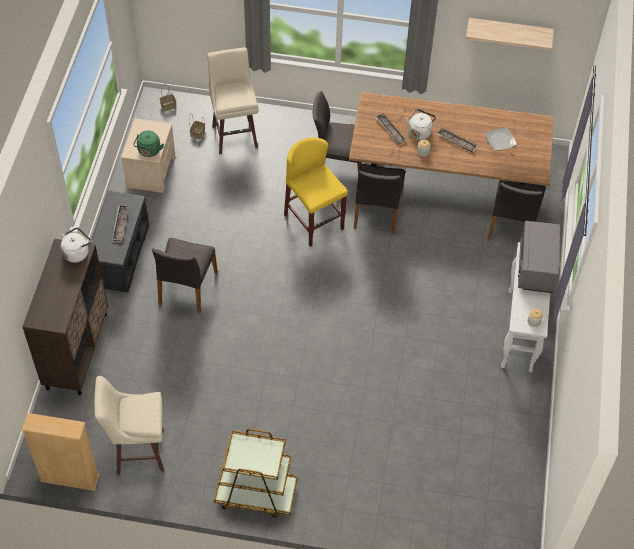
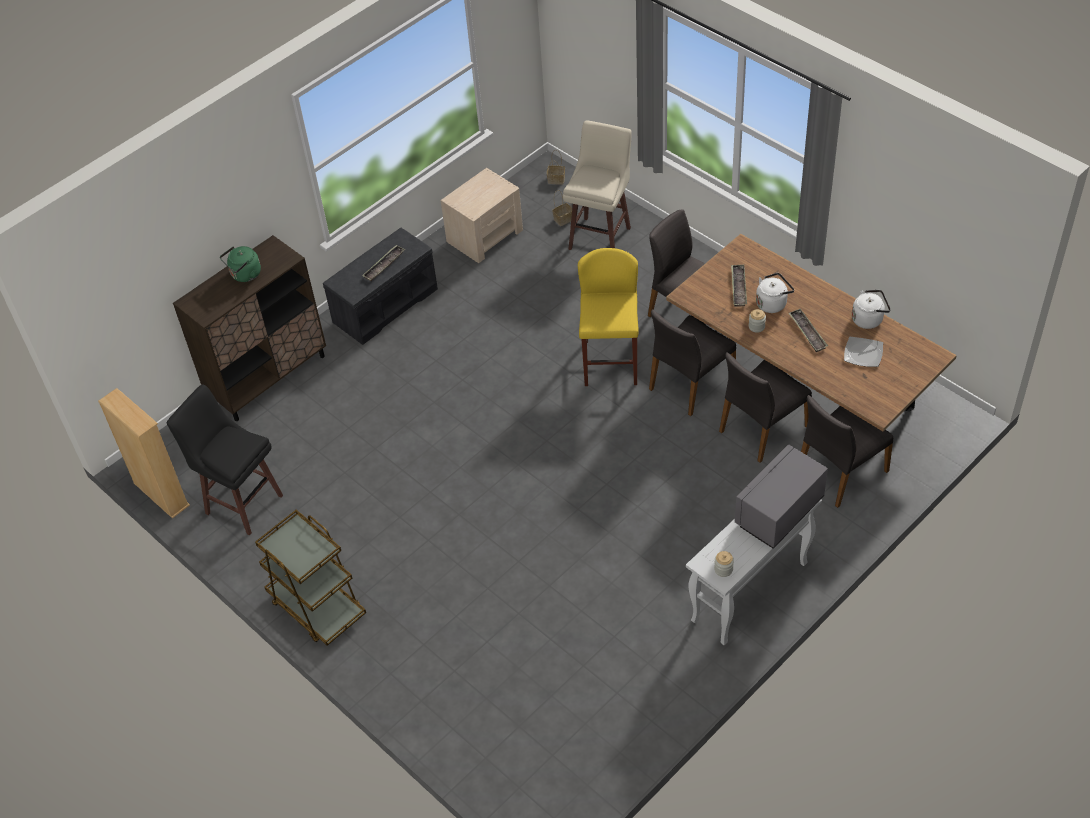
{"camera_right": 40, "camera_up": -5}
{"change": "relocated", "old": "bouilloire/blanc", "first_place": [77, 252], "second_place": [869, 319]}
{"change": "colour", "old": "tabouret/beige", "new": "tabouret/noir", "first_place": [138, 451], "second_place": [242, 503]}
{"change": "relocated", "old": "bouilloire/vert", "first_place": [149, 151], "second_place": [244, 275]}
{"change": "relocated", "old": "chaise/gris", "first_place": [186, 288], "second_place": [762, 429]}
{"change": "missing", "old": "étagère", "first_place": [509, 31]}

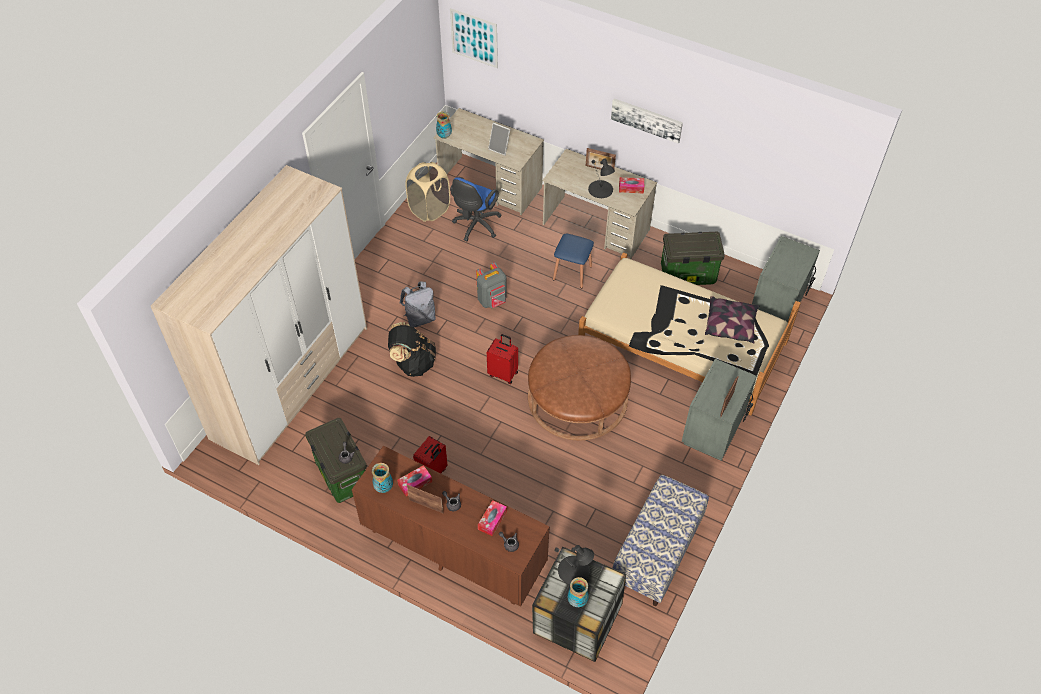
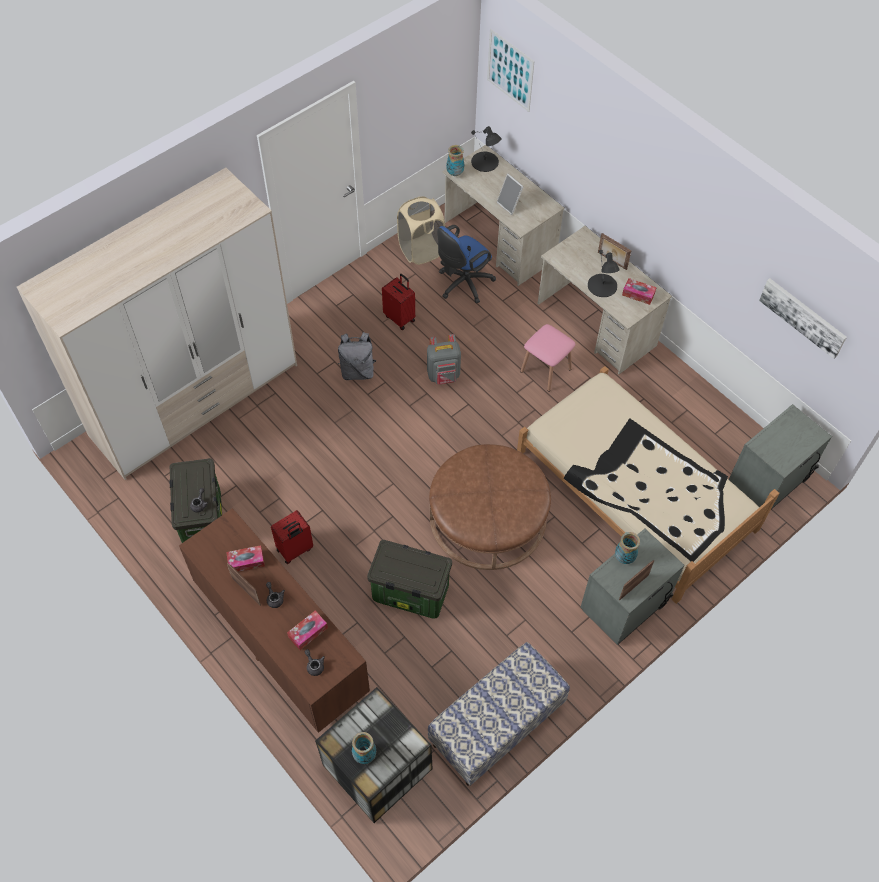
{"camera_right": 20, "camera_up": 5}
{"change": "relocated", "old": "vase", "first_place": [383, 488], "second_place": [624, 558]}
{"change": "missing", "old": "sac à dos/noir", "first_place": [413, 363]}
{"change": "relocated", "old": "valise/rouge", "first_place": [503, 373], "second_place": [400, 318]}
{"change": "colour", "old": "tabouret/bleu", "new": "tabouret/rose", "first_place": [572, 273], "second_place": [545, 370]}
{"change": "relocated", "old": "lampe de table/noir", "first_place": [574, 571], "second_place": [485, 162]}
{"change": "relocated", "old": "tableau", "first_place": [646, 119], "second_place": [803, 317]}
{"change": "relocated", "old": "boîte de rangement", "first_place": [687, 275], "second_place": [409, 594]}
{"change": "missing", "old": "coussin", "first_place": [730, 325]}

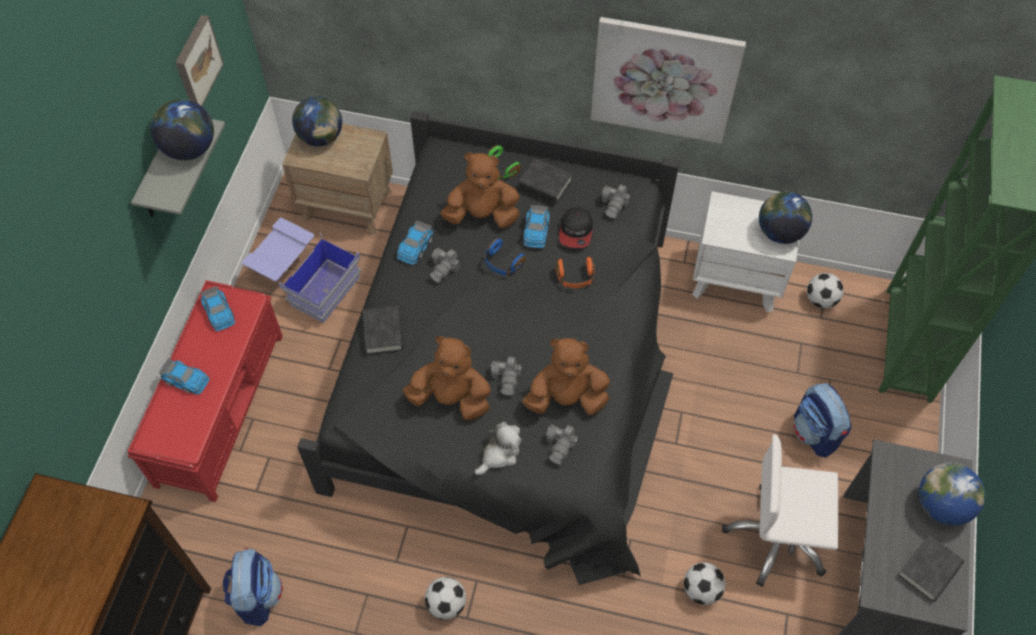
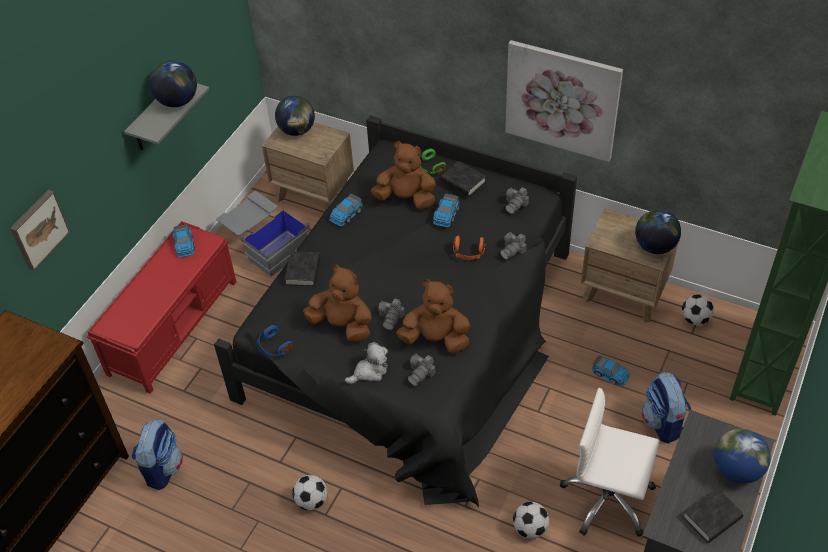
{"camera_right": 15, "camera_up": -10}
{"change": "relocated", "old": "petite voiture", "first_place": [186, 380], "second_place": [610, 374]}
{"change": "relocated", "old": "tableau", "first_place": [196, 62], "second_place": [38, 229]}
{"change": "colour", "old": "boîte de rangement/bleu", "new": "boîte de rangement/gris", "first_place": [306, 281], "second_place": [266, 244]}
{"change": "relocated", "old": "appareil photo", "first_place": [444, 269], "second_place": [513, 250]}
{"change": "relocated", "old": "casque audio/bleu", "first_place": [502, 263], "second_place": [273, 347]}
{"change": "missing", "old": "casquette", "first_place": [576, 231]}
{"change": "colour", "old": "table de chevet/blanc", "new": "table de chevet/marron", "first_place": [736, 279], "second_place": [624, 293]}

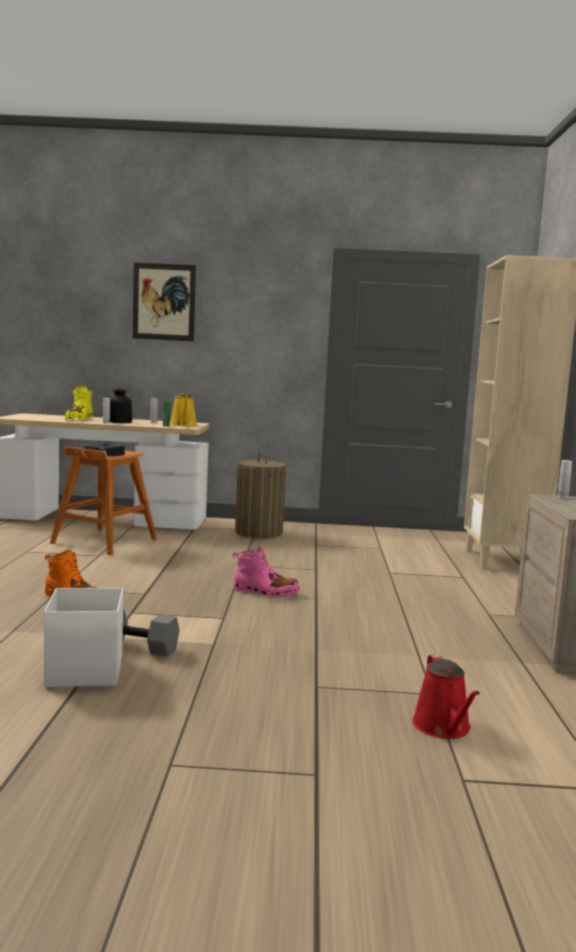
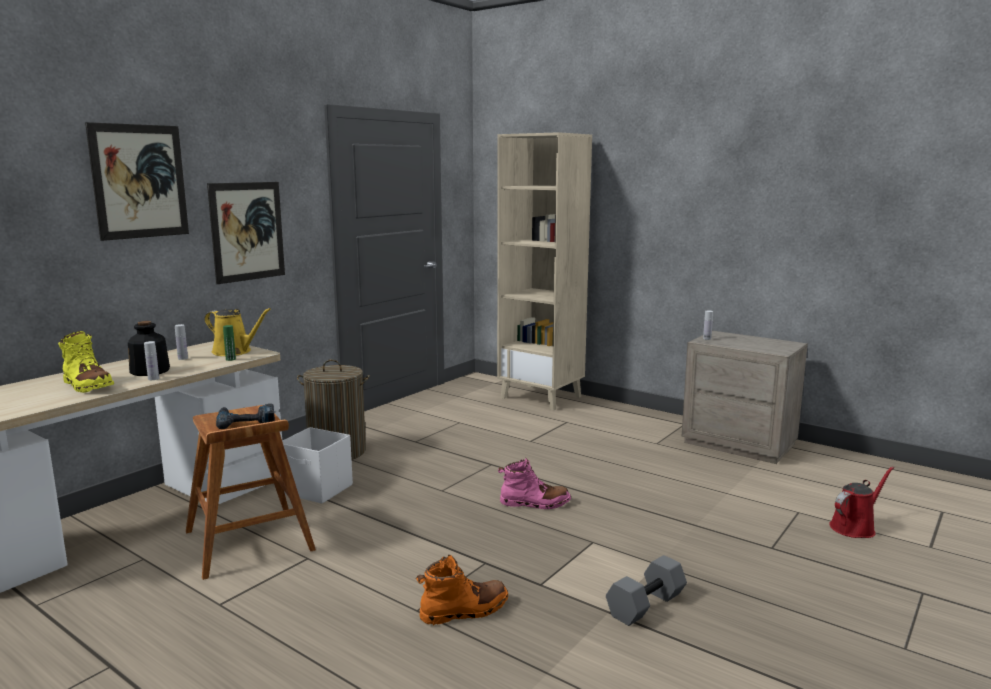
{"camera_right": -55, "camera_up": 5}
{"change": "relocated", "old": "boîte de rangement/blanc", "first_place": [84, 672], "second_place": [317, 489]}
{"change": "spun", "old": "botte/rose", "first_place": [265, 591], "second_place": [534, 503], "degrees": 45}
{"change": "spun", "old": "arrosoir/rouge", "first_place": [443, 728], "second_place": [855, 527], "degrees": -60}
{"change": "appeared", "new": "tableau", "second_place": [247, 231]}

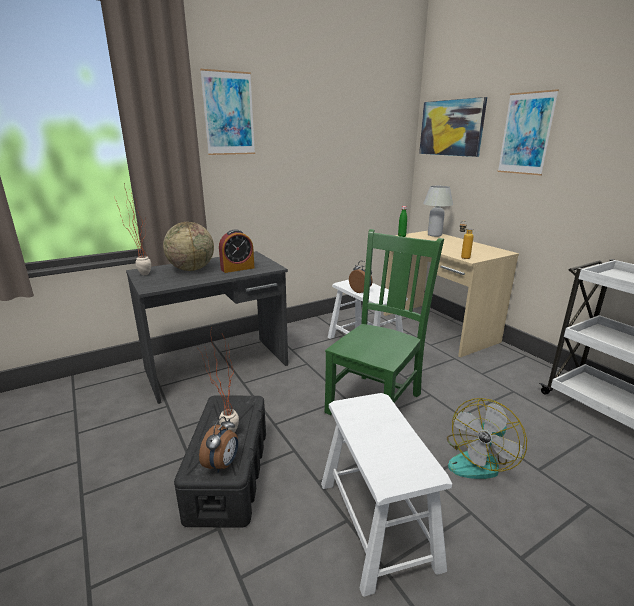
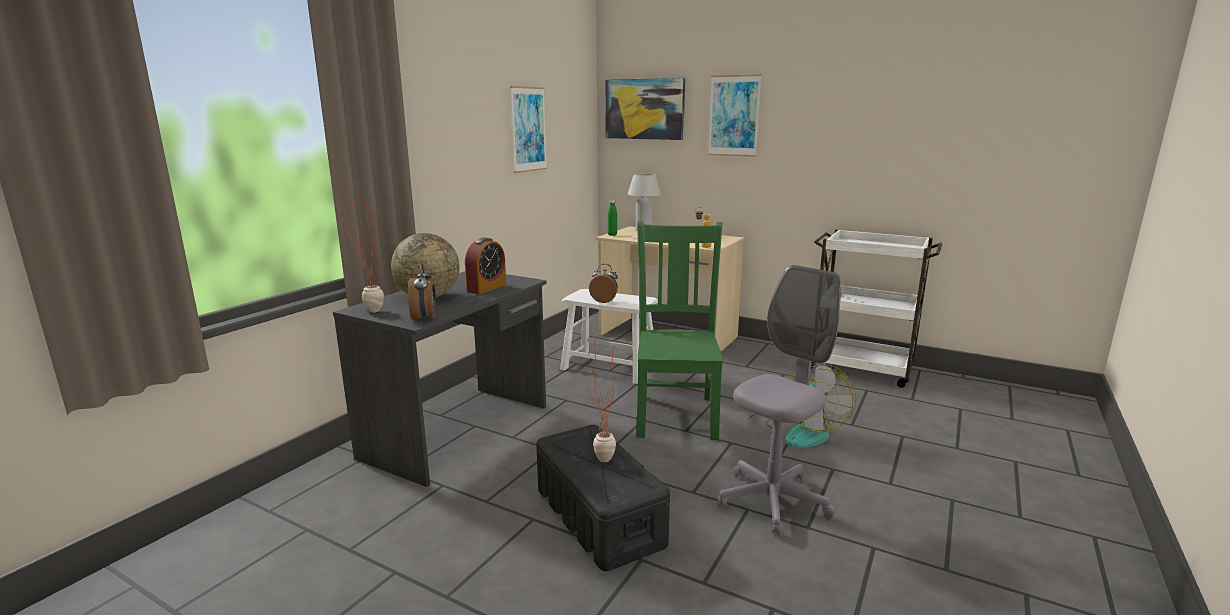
{"camera_right": -30, "camera_up": -5}
{"change": "relocated", "old": "réveil", "first_place": [222, 464], "second_place": [424, 318]}
{"change": "relocated", "old": "tableau", "first_place": [229, 114], "second_place": [528, 129]}
{"change": "exchanged", "old": "tabouret/blanc", "new": "chaise de bureau/gris", "first_place": [377, 522], "second_place": [773, 501]}

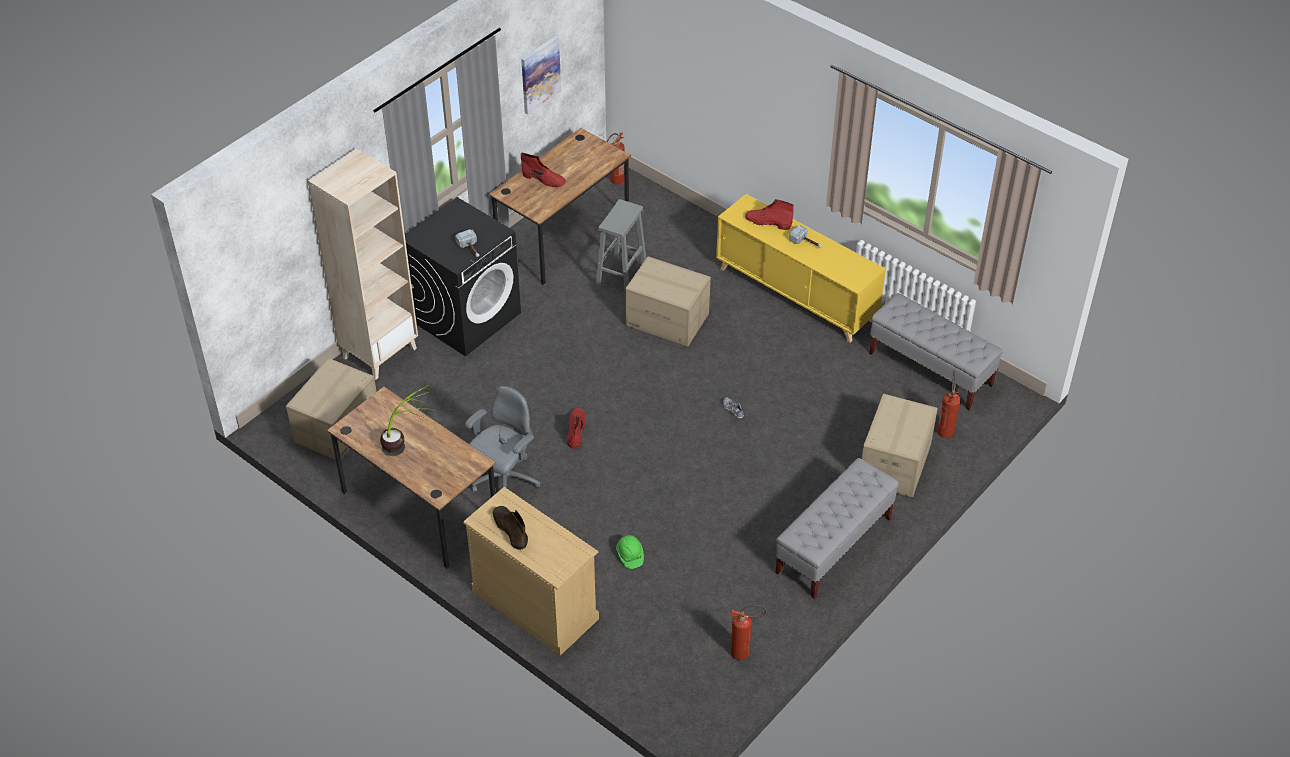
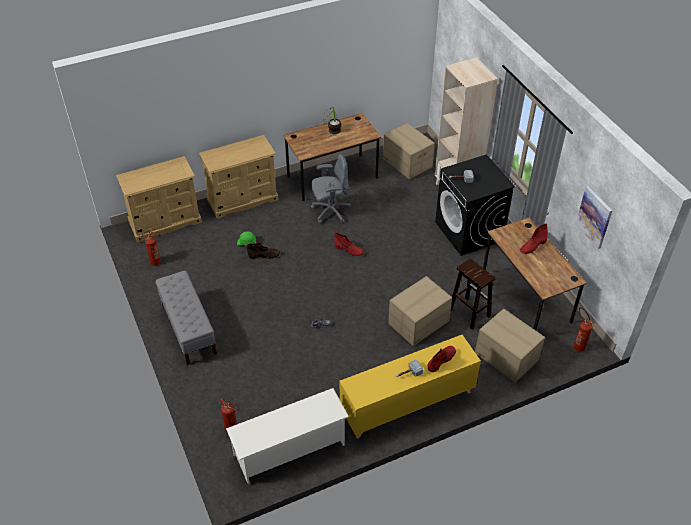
{"camera_right": 115, "camera_up": 0}
{"change": "spun", "old": "chaise de bureau/gris", "first_place": [504, 481], "second_place": [330, 211], "degrees": -75}
{"change": "relocated", "old": "botte/marron", "first_place": [510, 529], "second_place": [264, 255]}
{"change": "colour", "old": "tabouret/gris", "new": "tabouret/marron", "first_place": [621, 280], "second_place": [468, 313]}
{"change": "relocated", "old": "carton", "first_place": [894, 463], "second_place": [507, 356]}
{"change": "exchanged", "old": "banc/gris", "new": "étagère à chaussures/blanc", "first_place": [930, 370], "second_place": [290, 450]}
{"change": "appeared", "new": "commode/beige", "second_place": [165, 222]}

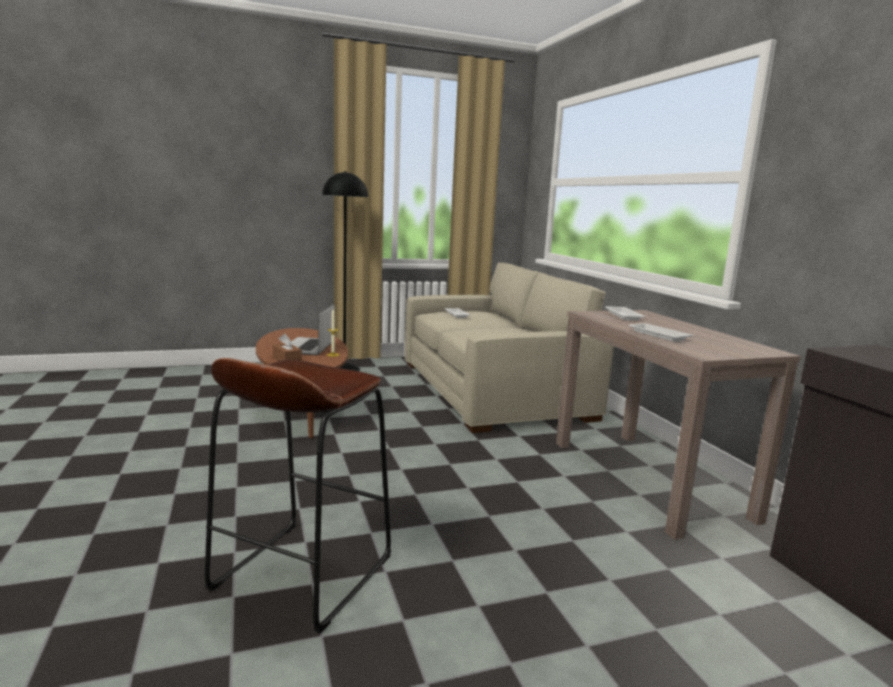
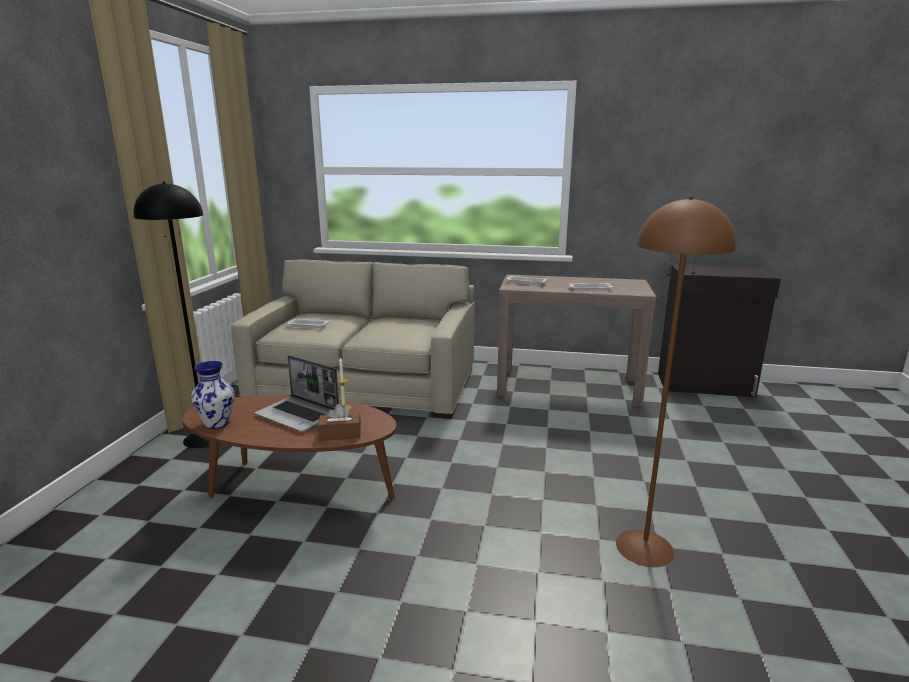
{"camera_right": -60, "camera_up": 5}
{"change": "exchanged", "old": "tabouret/marron", "new": "lampadaire/marron", "first_place": [302, 572], "second_place": [644, 548]}
{"change": "appeared", "new": "vase", "second_place": [217, 423]}

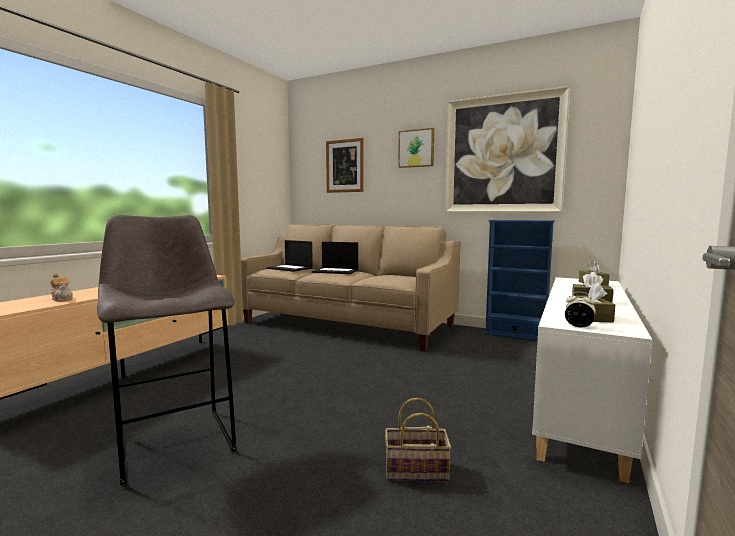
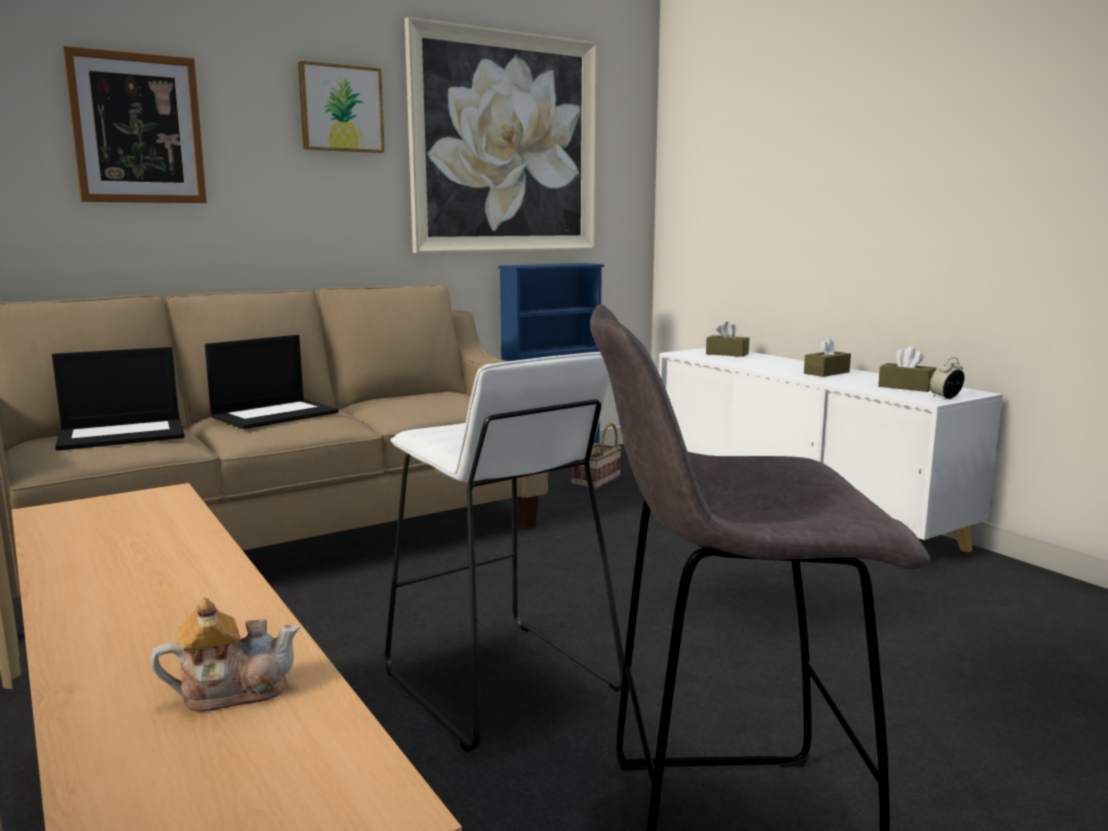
{"camera_right": -60, "camera_up": 5}
{"change": "relocated", "old": "panier", "first_place": [414, 472], "second_place": [596, 481]}
{"change": "appeared", "new": "tabouret/blanc", "second_place": [500, 682]}

